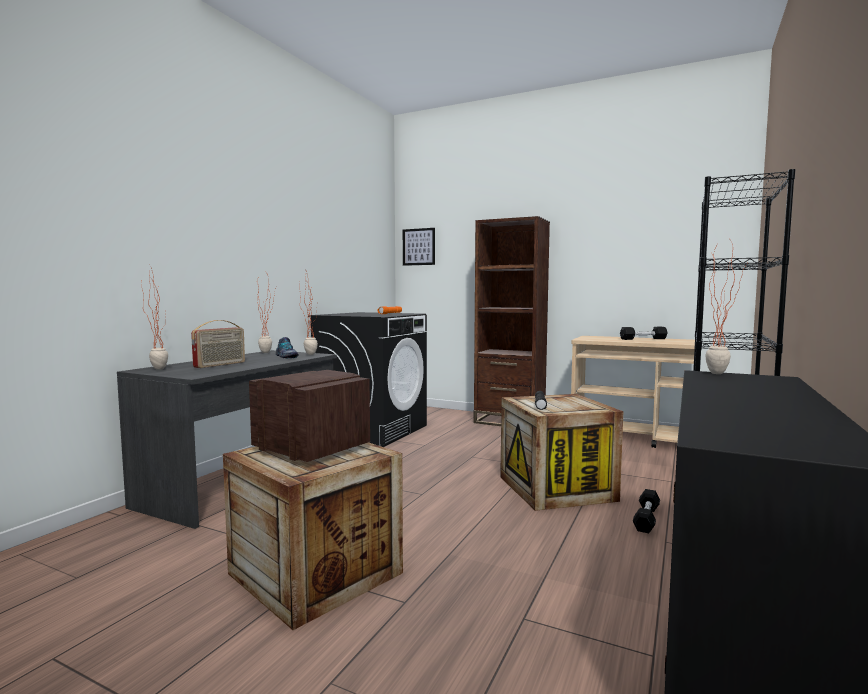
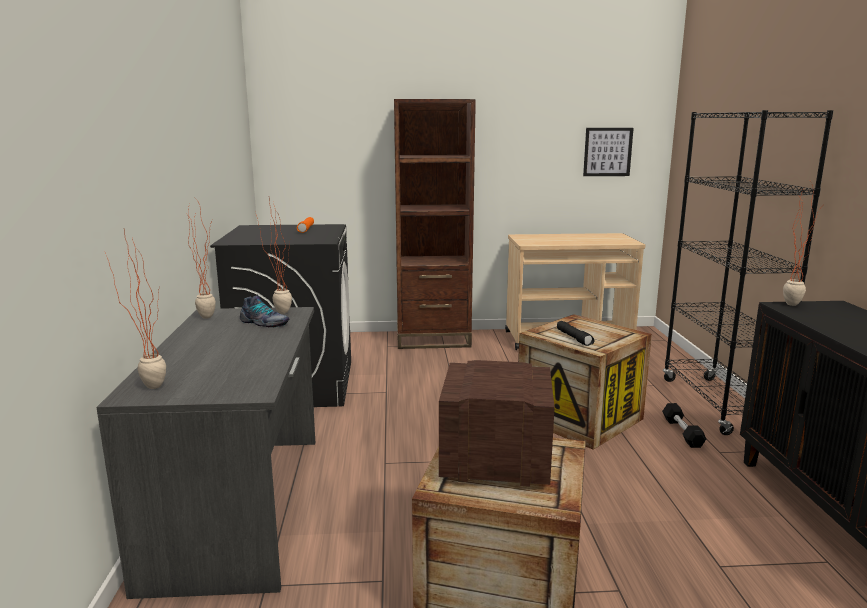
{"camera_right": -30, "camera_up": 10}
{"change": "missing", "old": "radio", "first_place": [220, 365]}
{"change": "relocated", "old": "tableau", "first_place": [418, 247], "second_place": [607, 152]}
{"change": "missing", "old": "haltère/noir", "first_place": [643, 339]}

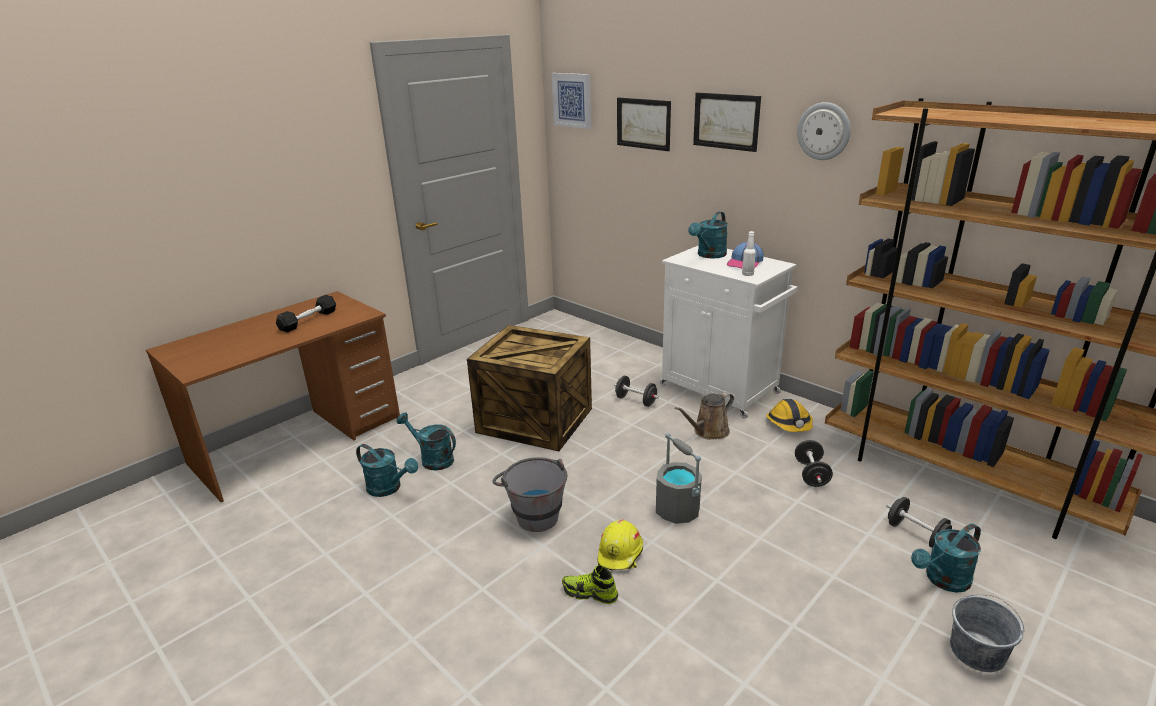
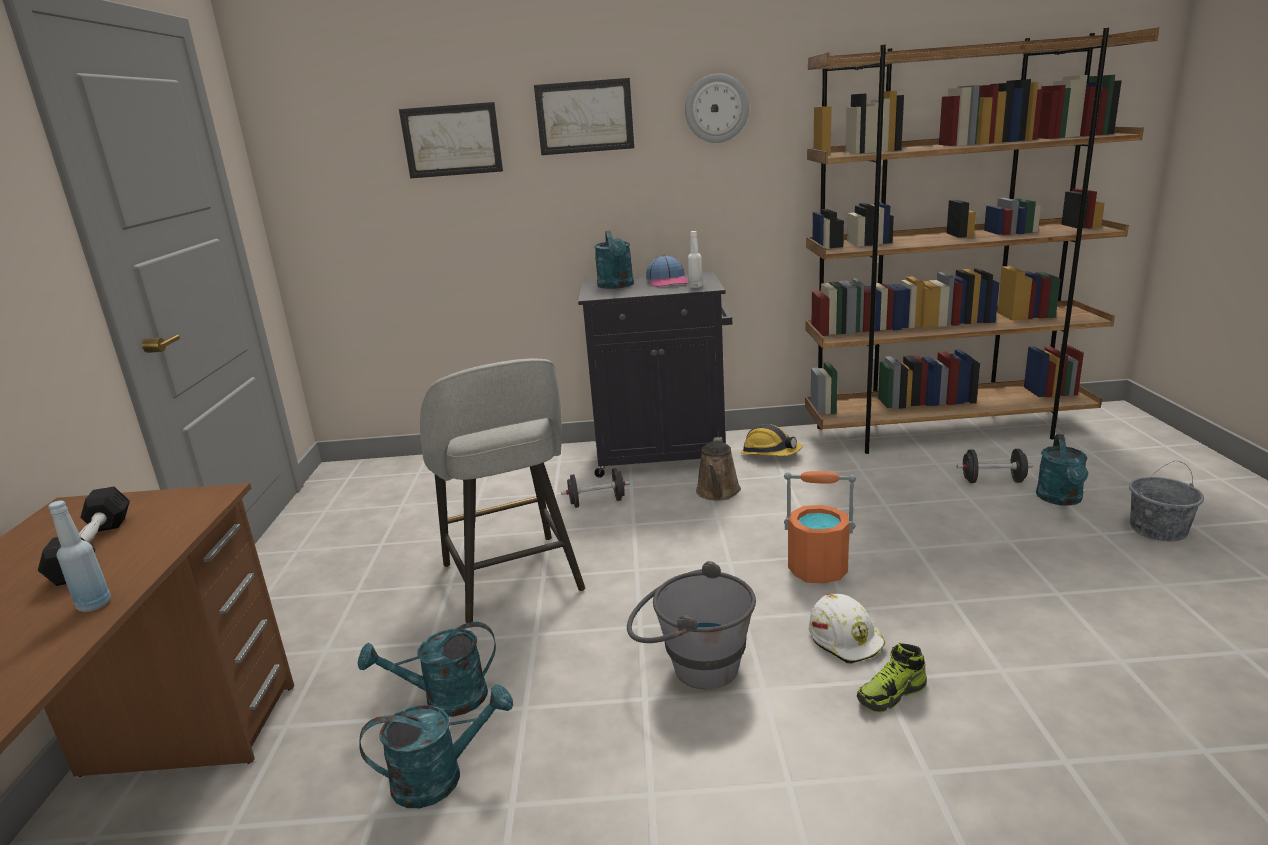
{"camera_right": -45, "camera_up": -5}
{"change": "exchanged", "old": "caisse", "new": "tabouret/gris", "first_place": [533, 421], "second_place": [513, 580]}
{"change": "missing", "old": "tableau", "first_place": [572, 100]}
{"change": "colour", "old": "casque de chantier/jaune", "new": "casque de chantier/blanc", "first_place": [620, 554], "second_place": [846, 639]}
{"change": "colour", "old": "seau/gris", "new": "seau/orange", "first_place": [678, 510], "second_place": [818, 569]}
{"change": "colour", "old": "meuble de rangement/blanc", "new": "meuble de rangement/noir", "first_place": [721, 390], "second_place": [663, 455]}
{"change": "missing", "old": "haltère/noir", "first_place": [811, 474]}
{"change": "appeared", "new": "bouteille/bleu", "second_place": [94, 605]}

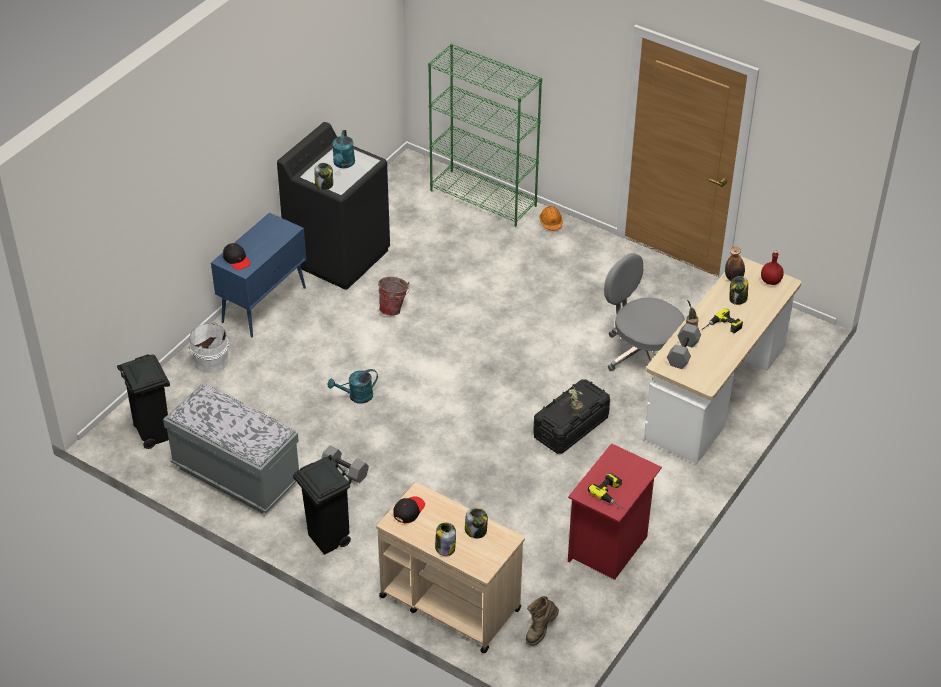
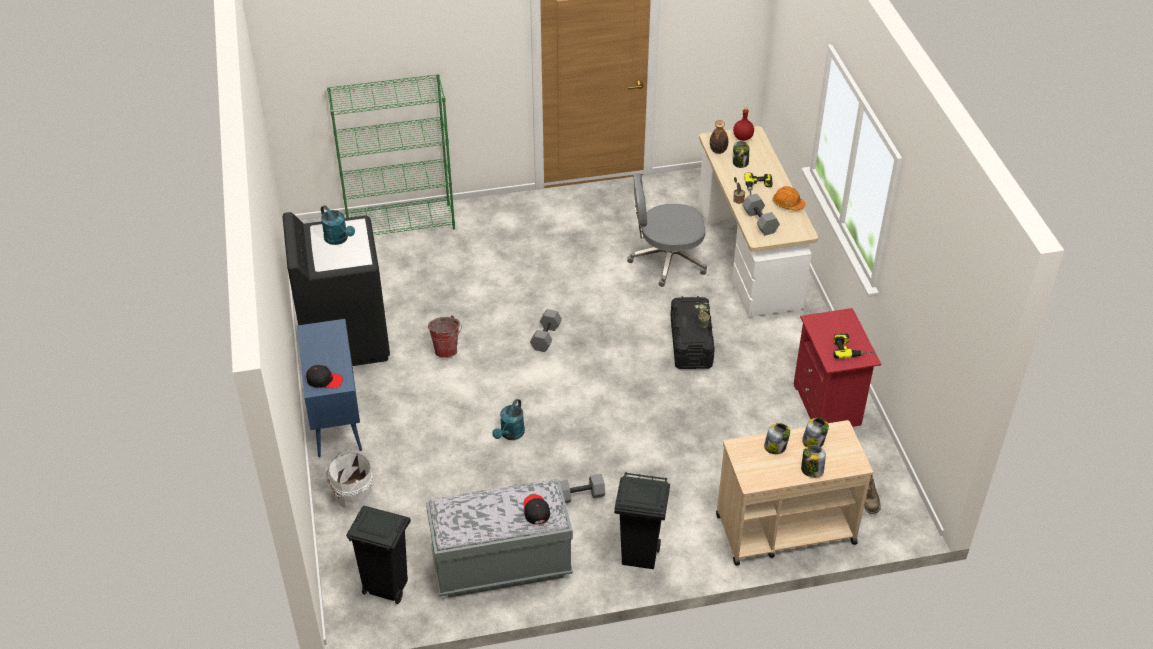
{"camera_right": -45, "camera_up": 0}
{"change": "relocated", "old": "bocal", "first_place": [324, 184], "second_place": [775, 447]}
{"change": "relocated", "old": "casquette/noir", "first_place": [409, 511], "second_place": [536, 511]}
{"change": "relocated", "old": "casque de chantier/orange", "first_place": [551, 222], "second_place": [788, 204]}
{"change": "appeared", "new": "haltère/gris", "second_place": [546, 337]}

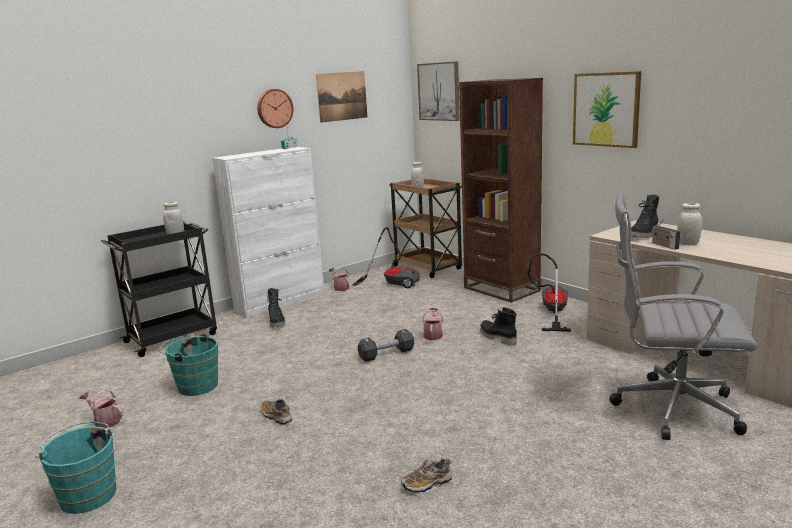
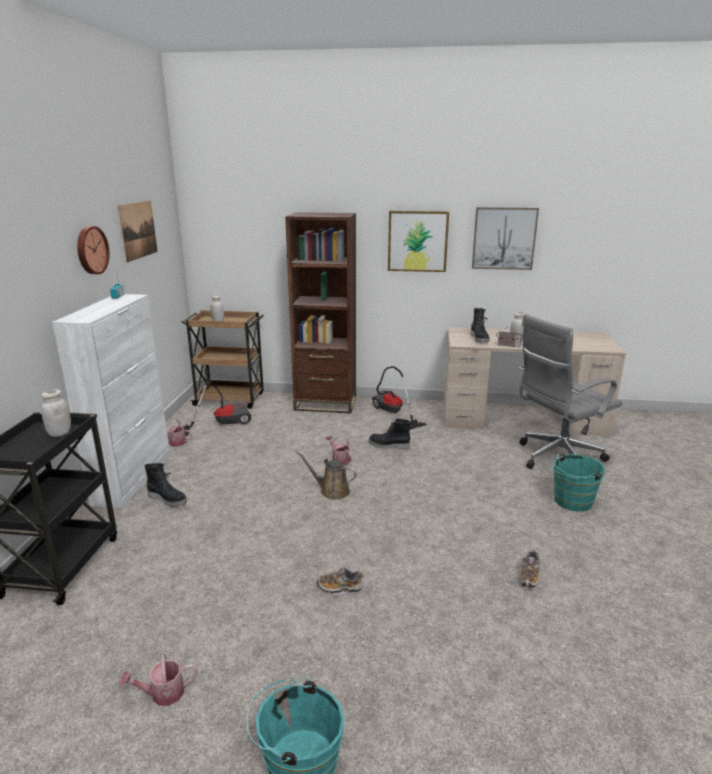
{"camera_right": -45, "camera_up": 5}
{"change": "relocated", "old": "seau/turquoise", "first_place": [195, 386], "second_place": [570, 502]}
{"change": "exchanged", "old": "haltère/noir", "new": "arrosoir/marron", "first_place": [386, 354], "second_place": [332, 491]}
{"change": "relocated", "old": "tableau", "first_place": [439, 91], "second_place": [504, 238]}

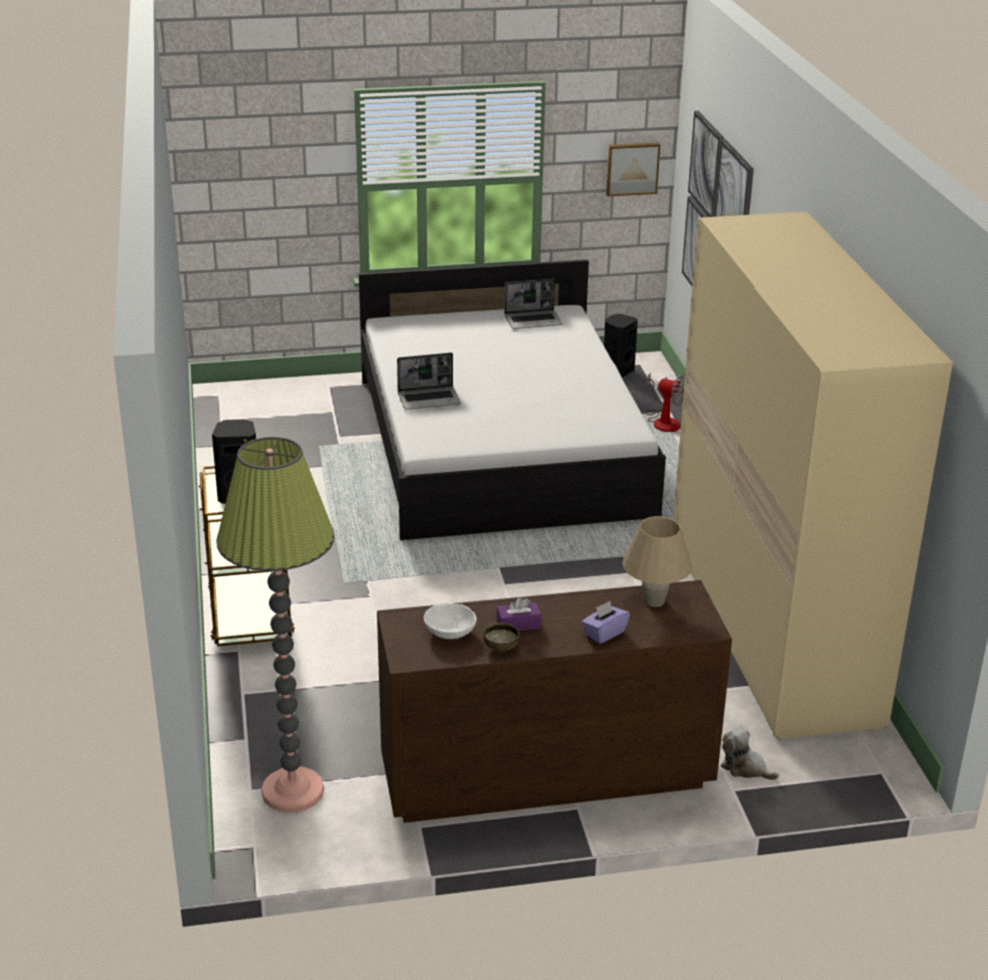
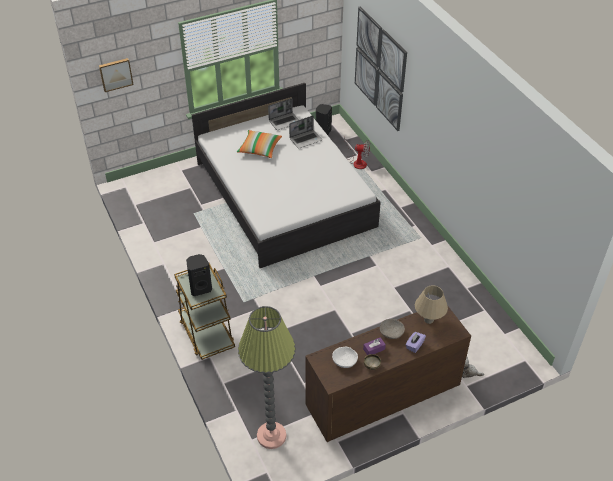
{"camera_right": -15, "camera_up": 15}
{"change": "relocated", "old": "ordinateur portable", "first_place": [429, 399], "second_place": [306, 139]}
{"change": "relocated", "old": "tableau", "first_place": [632, 168], "second_place": [115, 74]}
{"change": "missing", "old": "armoire/beige", "first_place": [771, 628]}
{"change": "appeared", "new": "coussin", "second_place": [259, 149]}
{"change": "appeared", "new": "bol/gris", "second_place": [391, 333]}

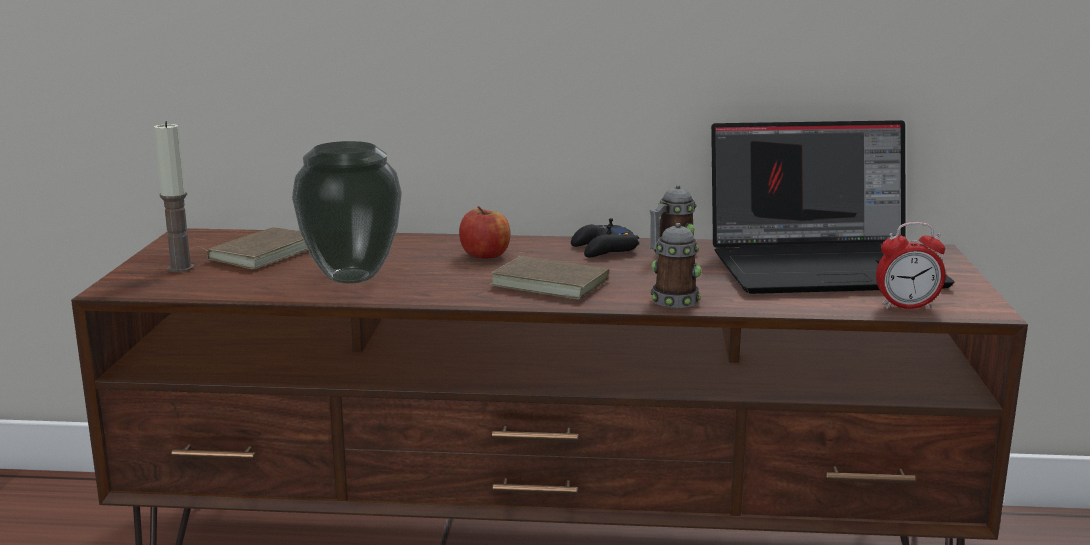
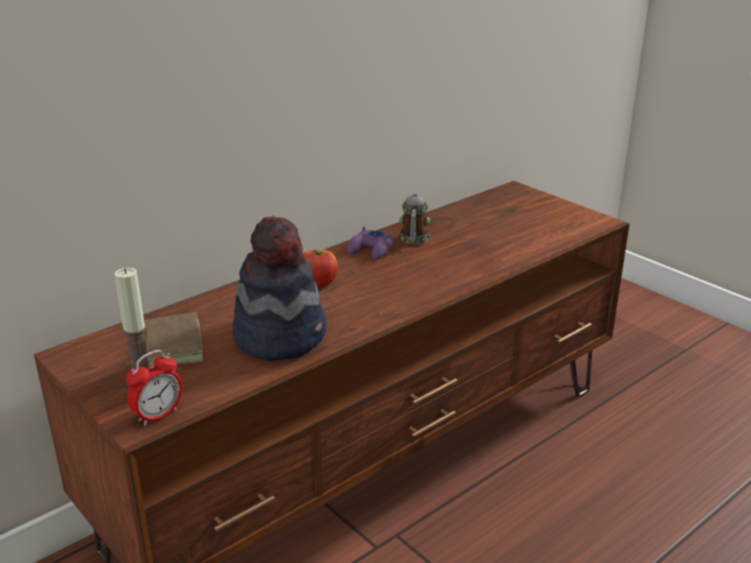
{"camera_right": -45, "camera_up": 10}
{"change": "exchanged", "old": "vase", "new": "chapeau", "first_place": [353, 277], "second_place": [281, 336]}
{"change": "missing", "old": "livre/marron", "first_place": [552, 283]}
{"change": "colour", "old": "manette/noir", "new": "manette/violet", "first_place": [604, 249], "second_place": [371, 250]}
{"change": "missing", "old": "mug", "first_place": [676, 299]}
{"change": "missing", "old": "ordinateur portable", "first_place": [825, 266]}
{"change": "relocated", "old": "réveil", "first_place": [906, 306], "second_place": [158, 415]}

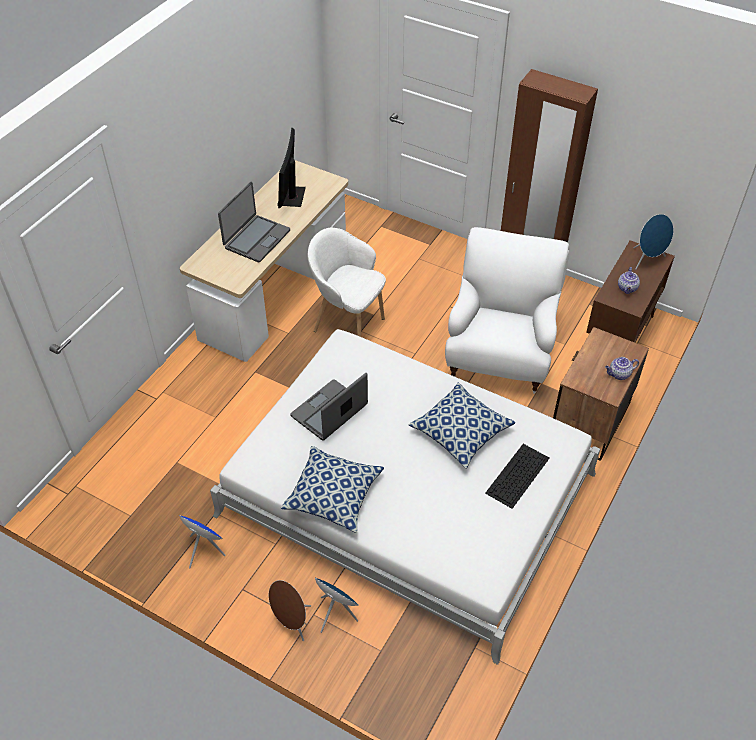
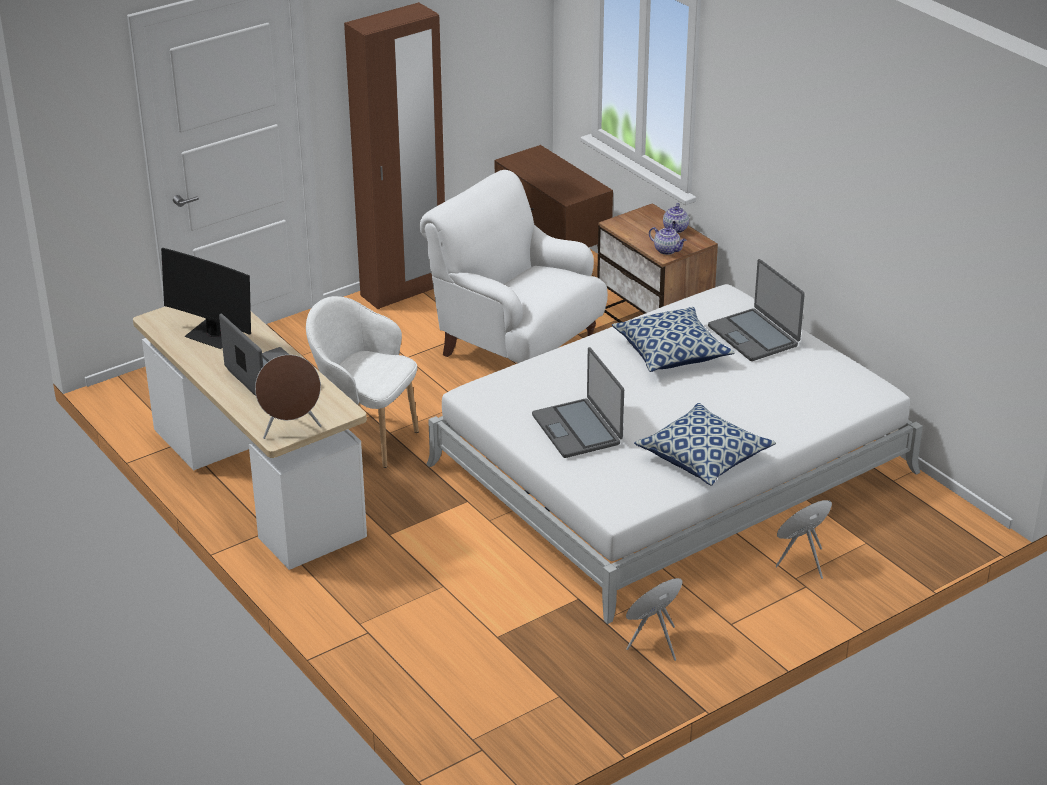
{"camera_right": -65, "camera_up": -15}
{"change": "relocated", "old": "enceinte/marron", "first_place": [292, 622], "second_place": [291, 429]}
{"change": "spun", "old": "fauteuil/blanc", "first_place": [347, 322], "second_place": [365, 439], "degrees": 60}
{"change": "exchanged", "old": "clavier", "new": "ordinateur portable", "first_place": [517, 476], "second_place": [754, 336]}
{"change": "relocated", "old": "théière", "first_place": [627, 288], "second_place": [667, 250]}
{"change": "missing", "old": "enceinte/bleu", "first_place": [647, 260]}

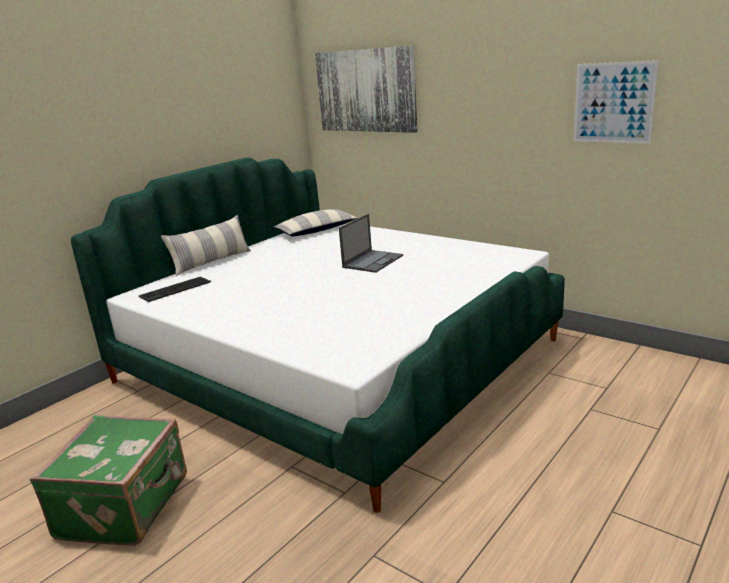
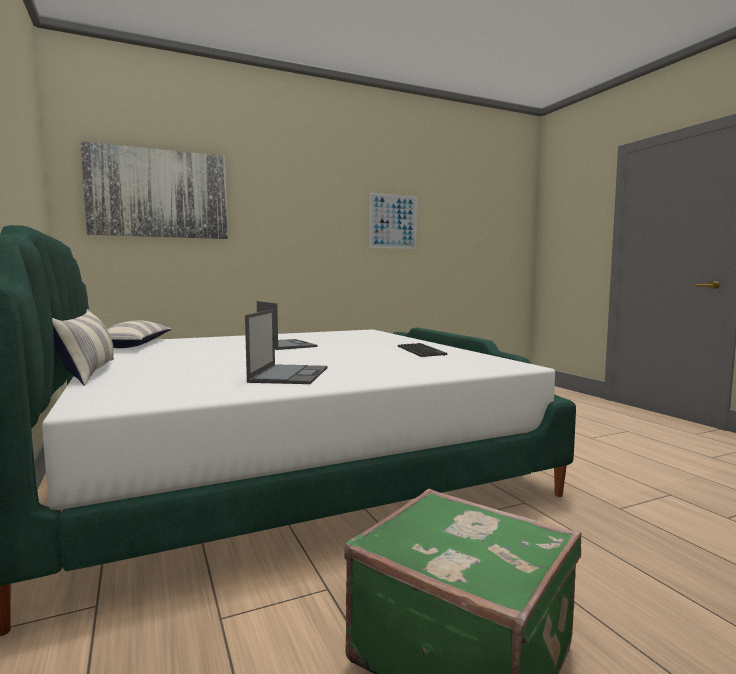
{"camera_right": -65, "camera_up": -15}
{"change": "relocated", "old": "clavier", "first_place": [175, 289], "second_place": [420, 350]}
{"change": "appeared", "new": "ordinateur portable", "second_place": [289, 374]}

